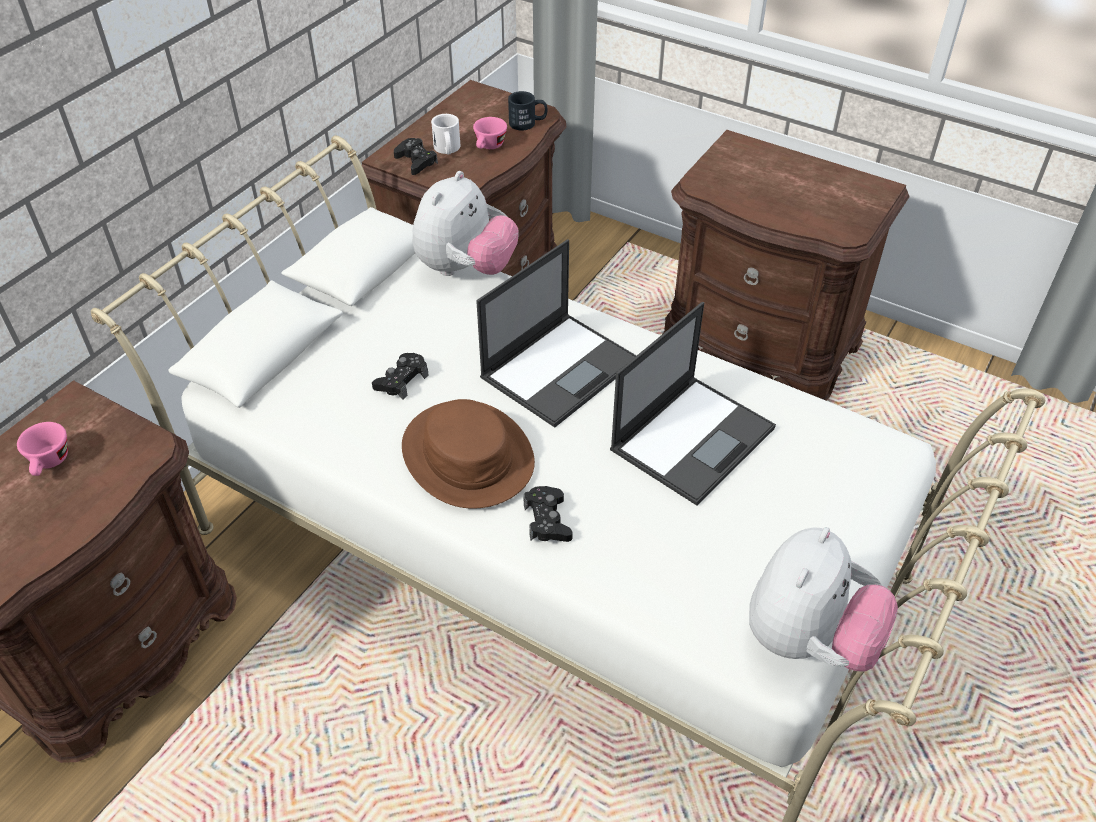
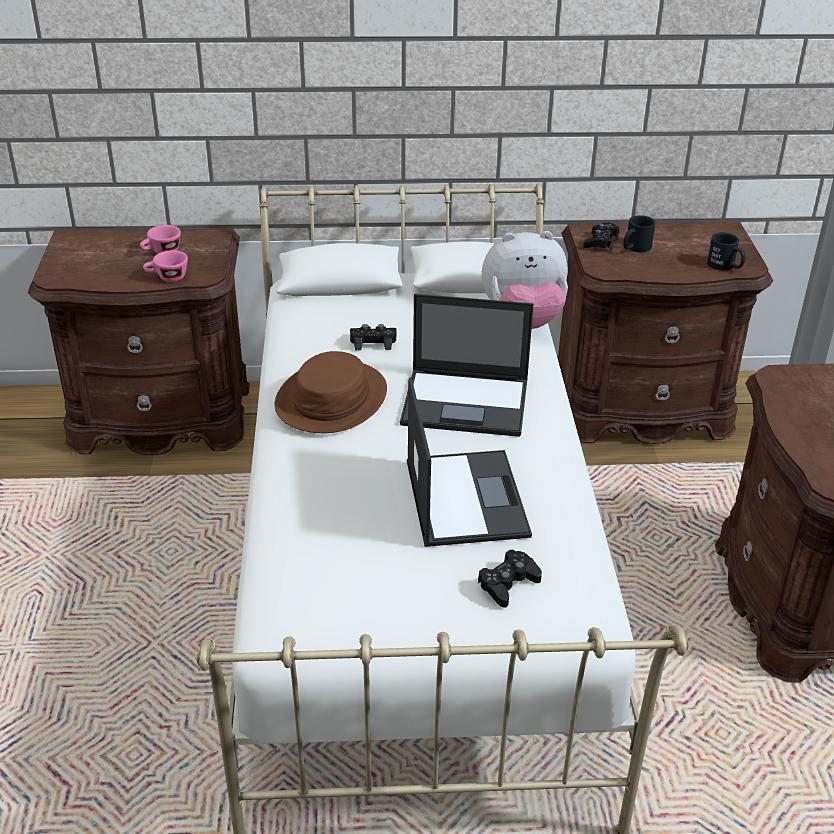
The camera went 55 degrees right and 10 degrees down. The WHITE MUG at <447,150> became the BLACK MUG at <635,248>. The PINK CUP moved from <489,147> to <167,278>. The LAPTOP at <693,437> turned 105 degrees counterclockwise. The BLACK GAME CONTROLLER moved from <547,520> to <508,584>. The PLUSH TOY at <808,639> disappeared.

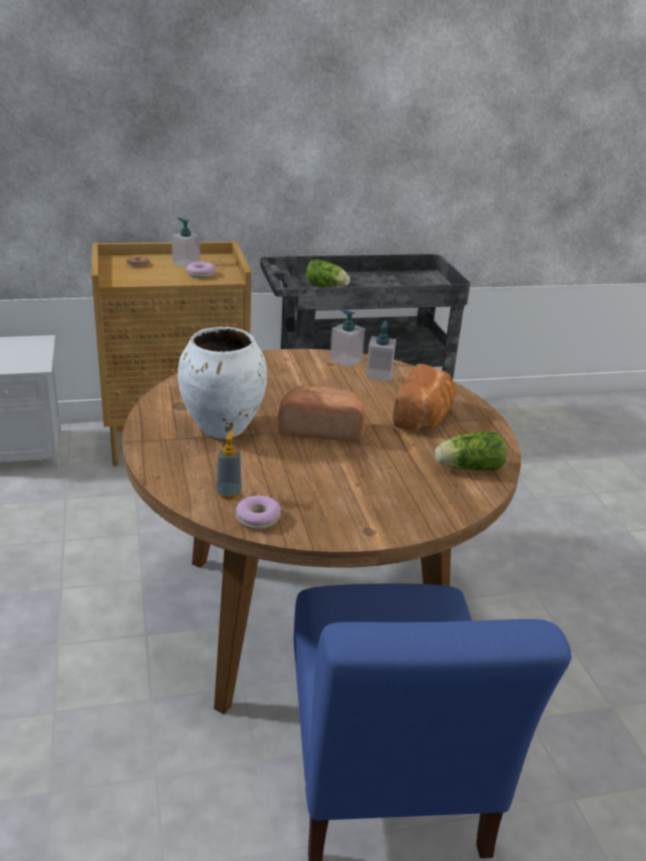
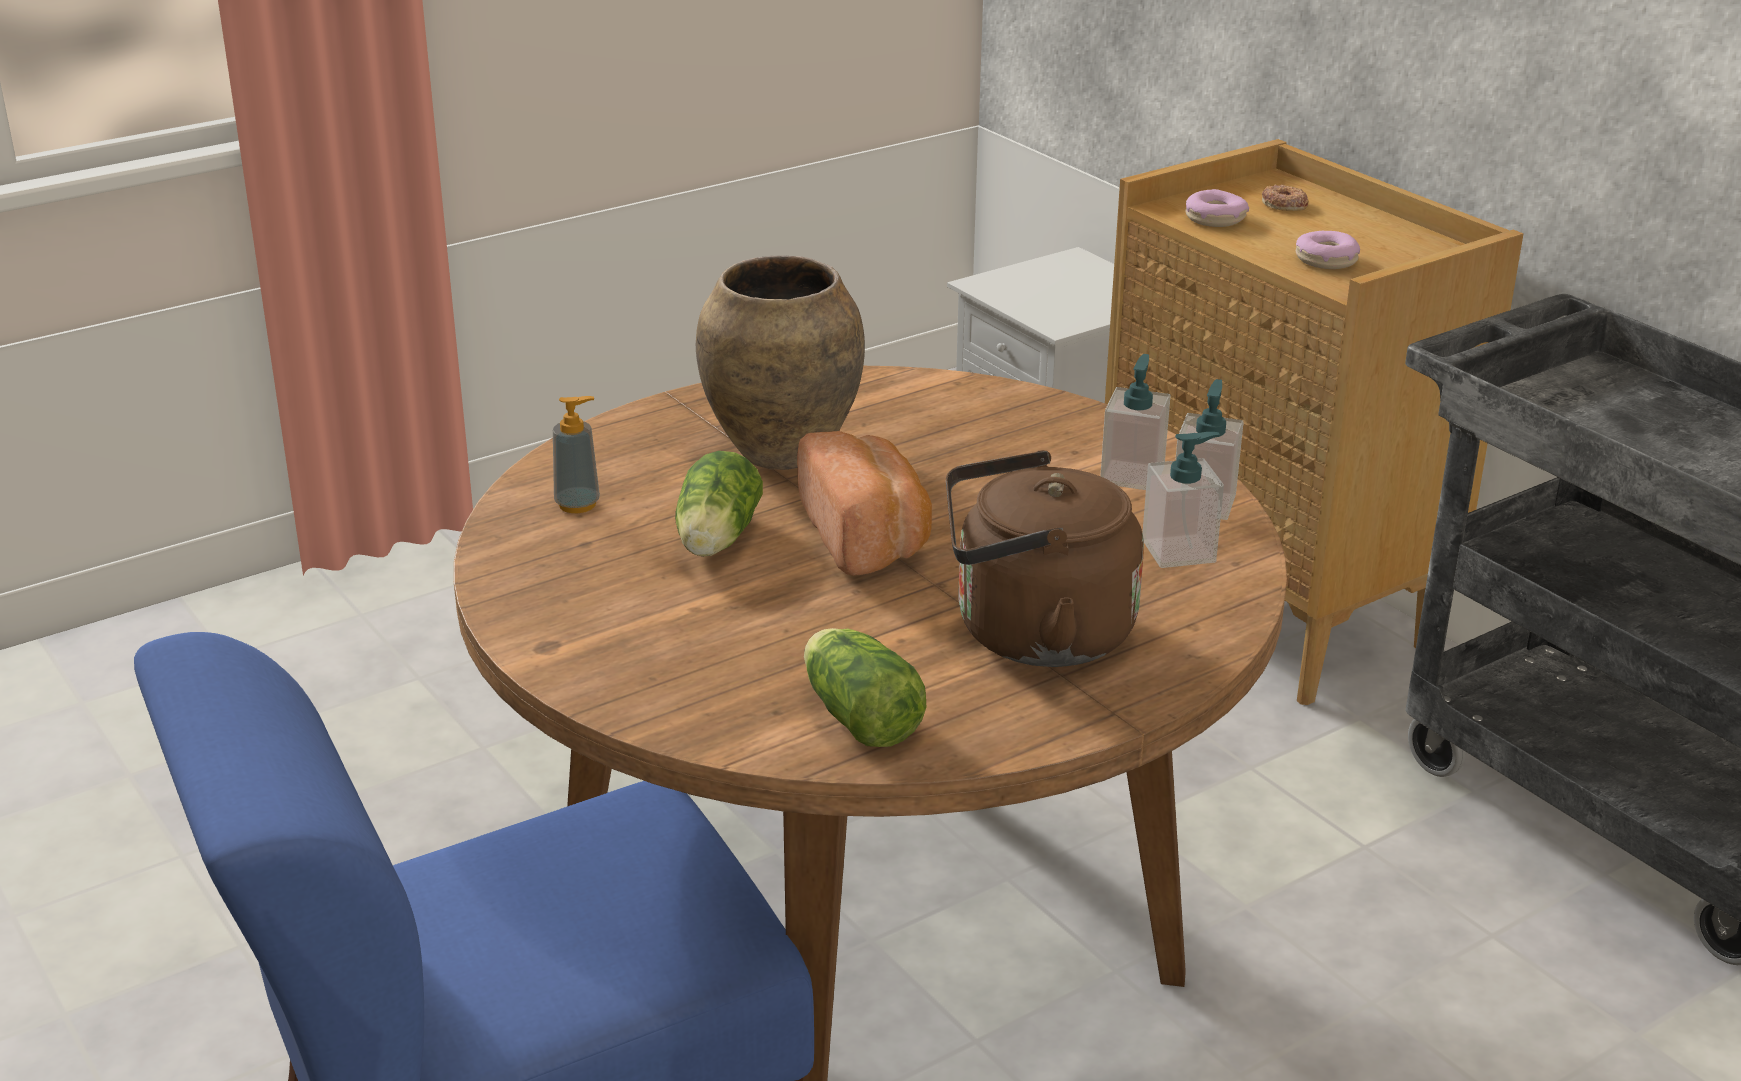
The camera went 70 degrees right and 0 degrees up. The SOAP DISPENSER moved from <186,263> to <1132,475>. The LETTUCE moved from <327,287> to <715,541>. The WHITE VASE at <223,429> became the BROWN VASE at <780,453>. The BREAD at <424,418> was replaced by the BROWN KETTLE at <1032,635>. The DONUT moved from <258,518> to <1215,219>.

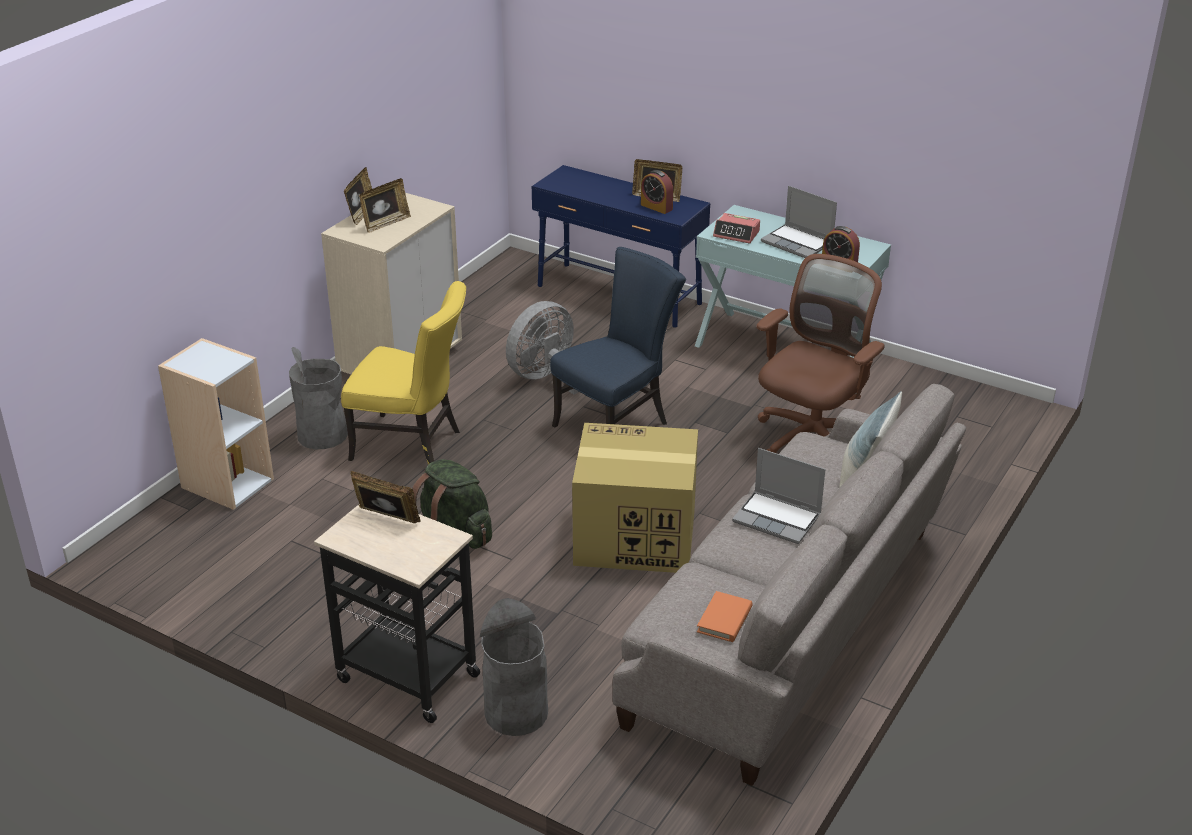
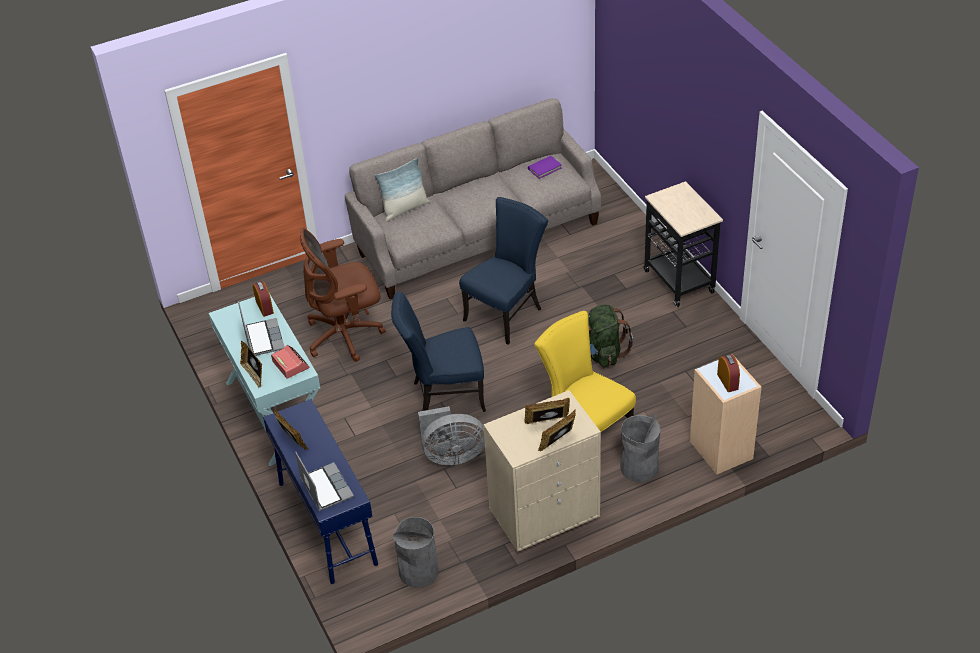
The camera went 145 degrees left and 10 degrees up. The ALARM CLOCK moved from <656,207> to <727,381>. The CARDBOARD BOX at <633,537> was replaced by the BLUE CHAIR at <507,312>. The LAPTOP moved from <778,518> to <325,488>. The PICTURE FRAME moved from <386,519> to <254,375>. The ORANGE BOOK at <724,620> became the PURPLE BOOK at <544,168>. The GREY TRASH CAN moved from <516,712> to <418,571>.

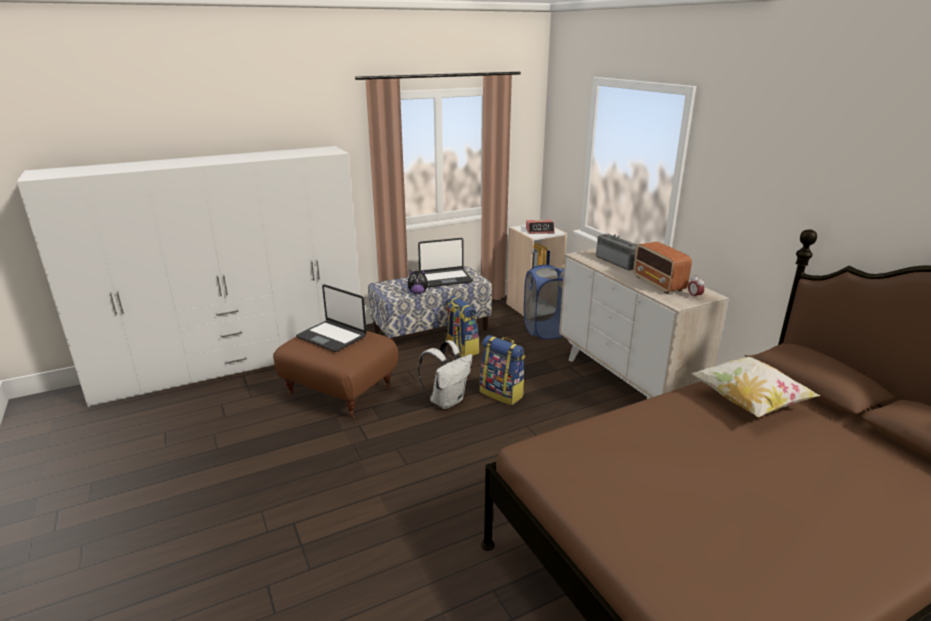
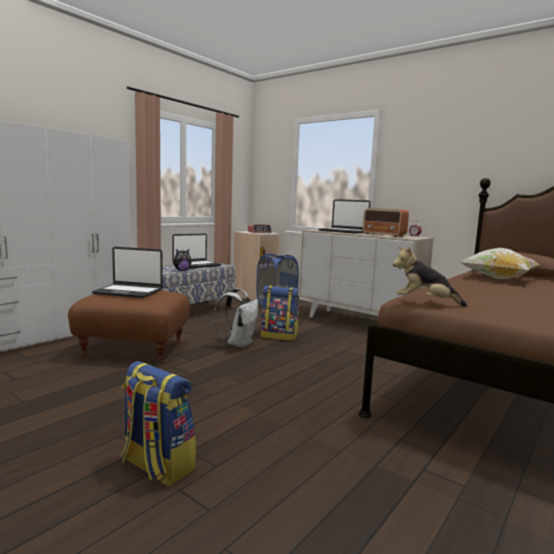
The camera went 25 degrees left and 15 degrees down. The RADIO at <619,262> was replaced by the LAPTOP at <343,231>. The BACKPACK moved from <461,349> to <156,466>. The PLUSH TOY at <425,303> appeared.

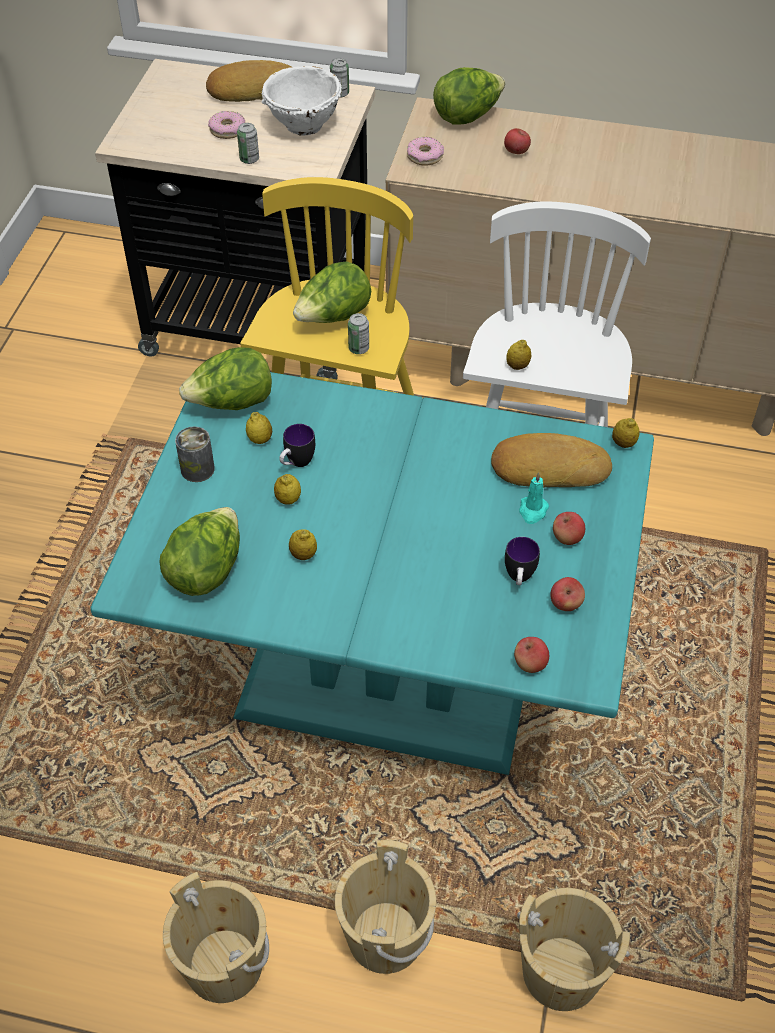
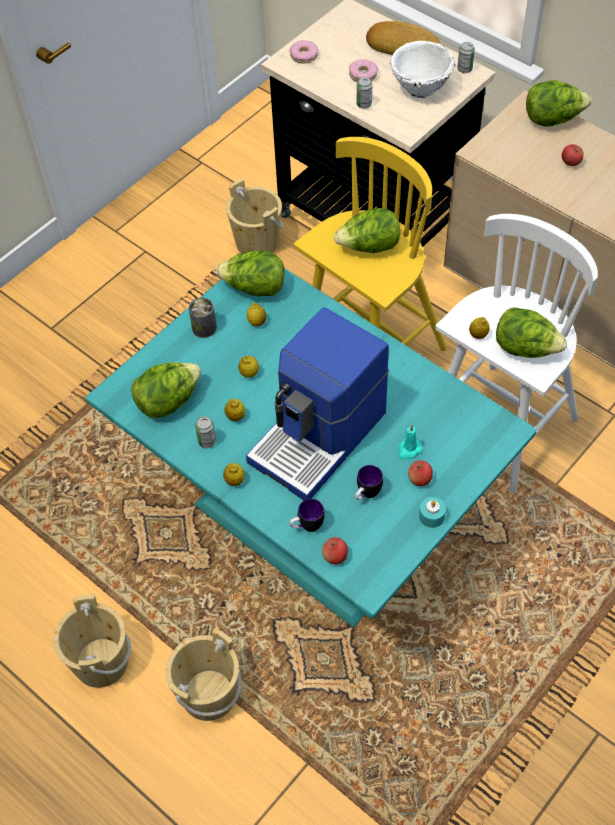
The camera went 30 degrees right and 5 degrees up. The DONUT moved from <425,156> to <304,56>. The CAN moved from <358,348> to <207,441>. The LEMON moved from <623,443> to <234,480>. The MUG moved from <296,463> to <307,526>. The BREAD at <549,467> disappeared. The APPLE at <565,604> disappeared. The BEIGE BUCKET moved from <561,972> to <257,242>. The COFFEE MACHINE at <320,437> appeared. The LETTUCE at <525,348> appeared. The TURQUOISE CANDLE at <431,516> appeared.

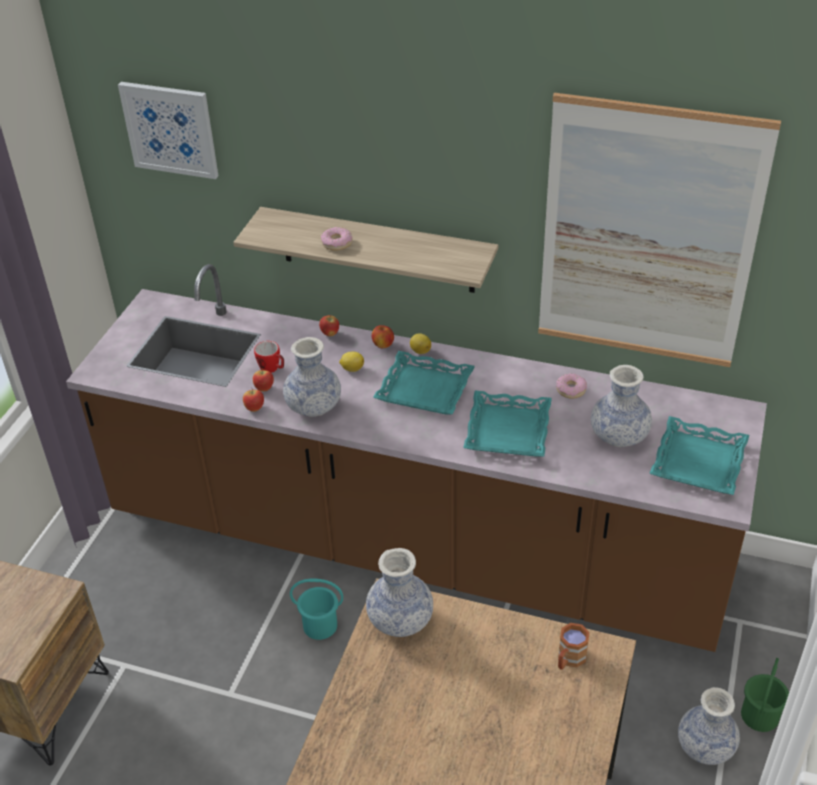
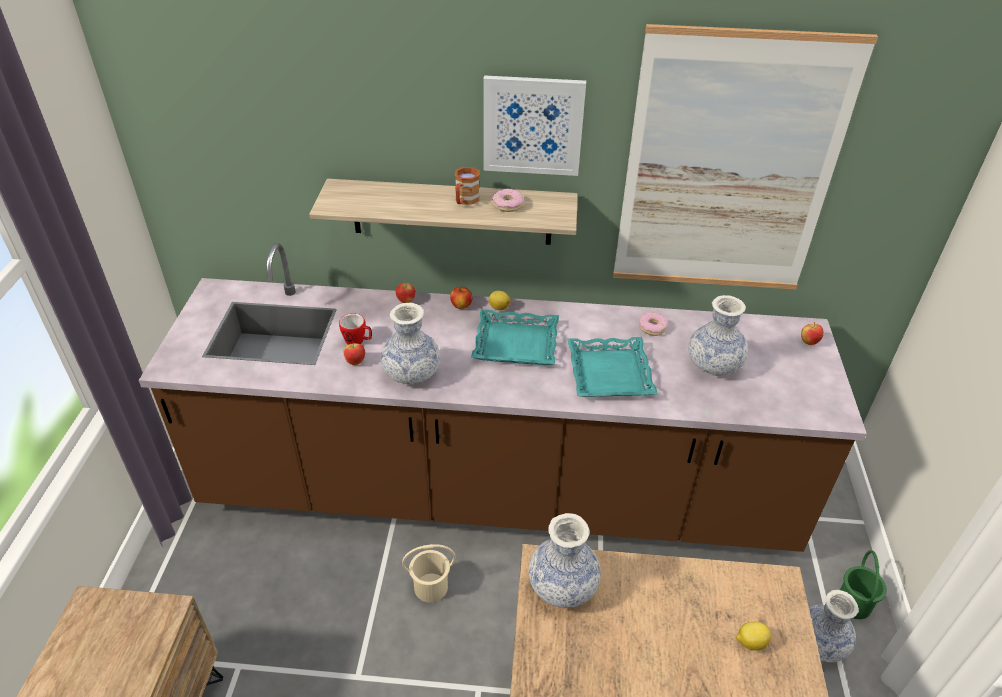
The camera went 15 degrees left and 0 degrees up. The PICTURE moved from <170,129> to <532,125>. The DONUT moved from <337,243> to <508,205>. The LEMON moved from <352,369> to <750,642>. The APPLE moved from <254,408> to <809,342>. The TURQUOISE TRAY at <699,462> disappeared. The TURQUOISE BUCKET at <320,625> became the BEIGE BUCKET at <430,587>. The BROWN MUG moved from <569,659> to <465,201>.

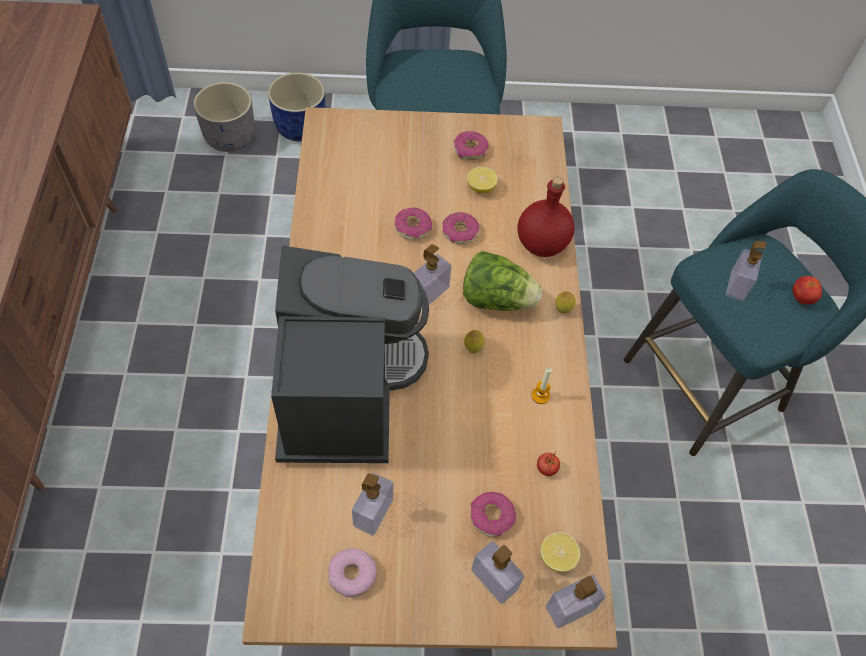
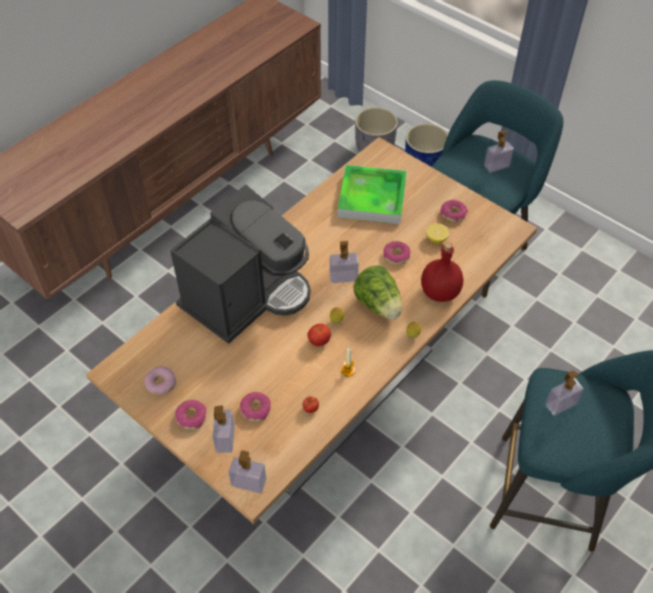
The camera went 45 degrees right and 5 degrees down. The DONUT moved from <412,227> to <192,417>. The TOMATO moved from <801,298> to <319,341>. The SOAP DISPENSER moved from <373,512> to <496,166>. The LEMON at <557,557> disappeared. The TRAY at <372,198> appeared.

